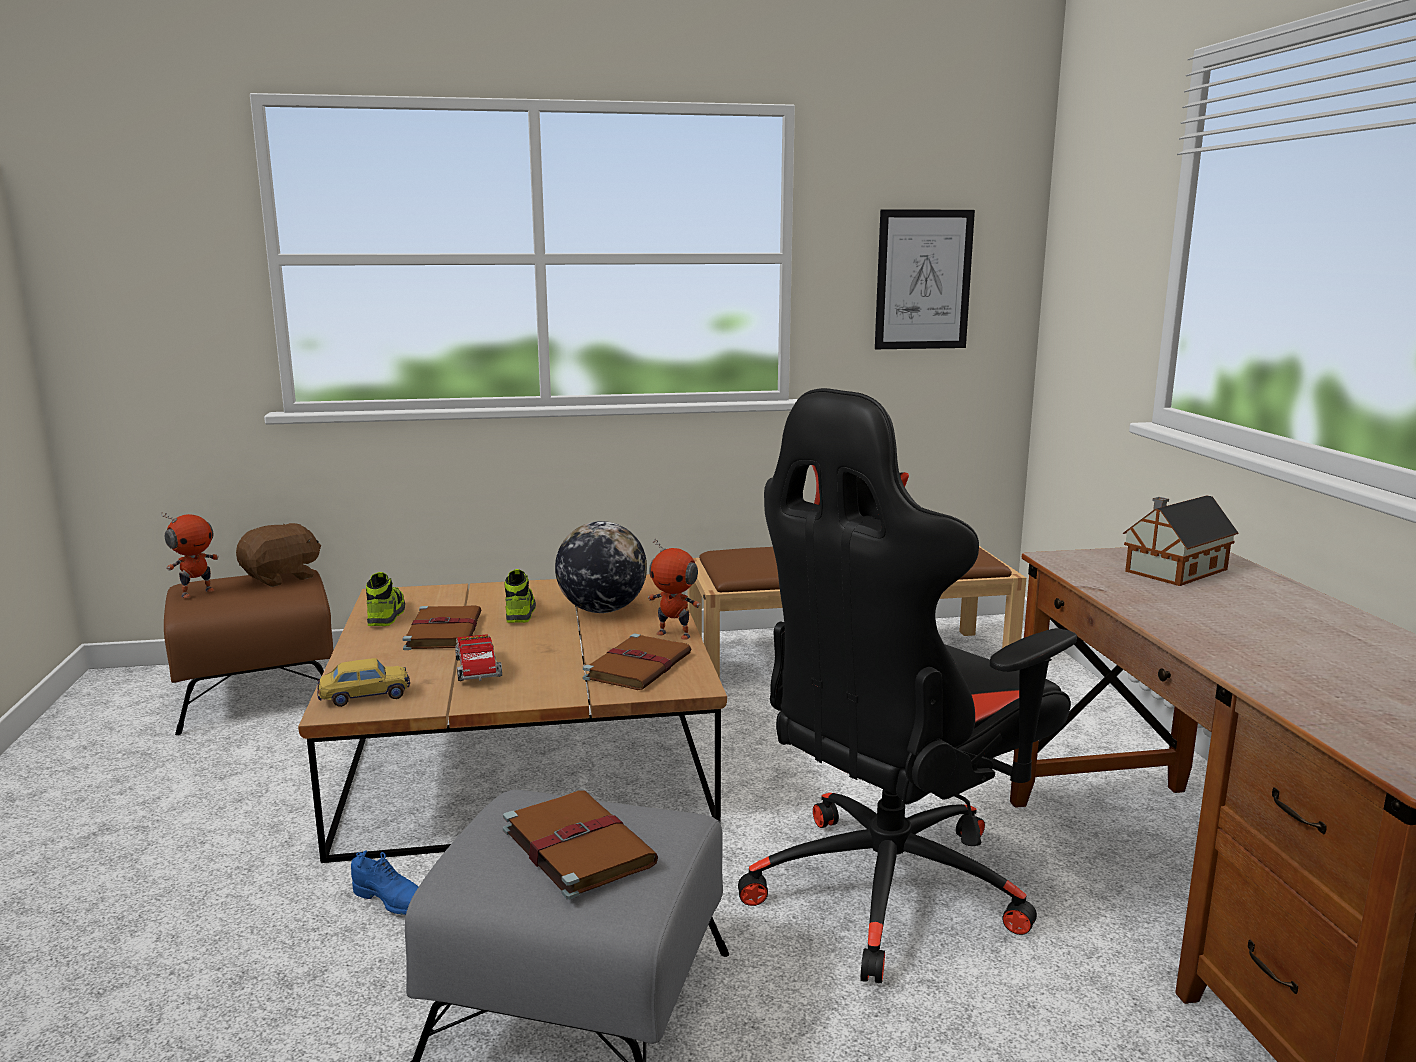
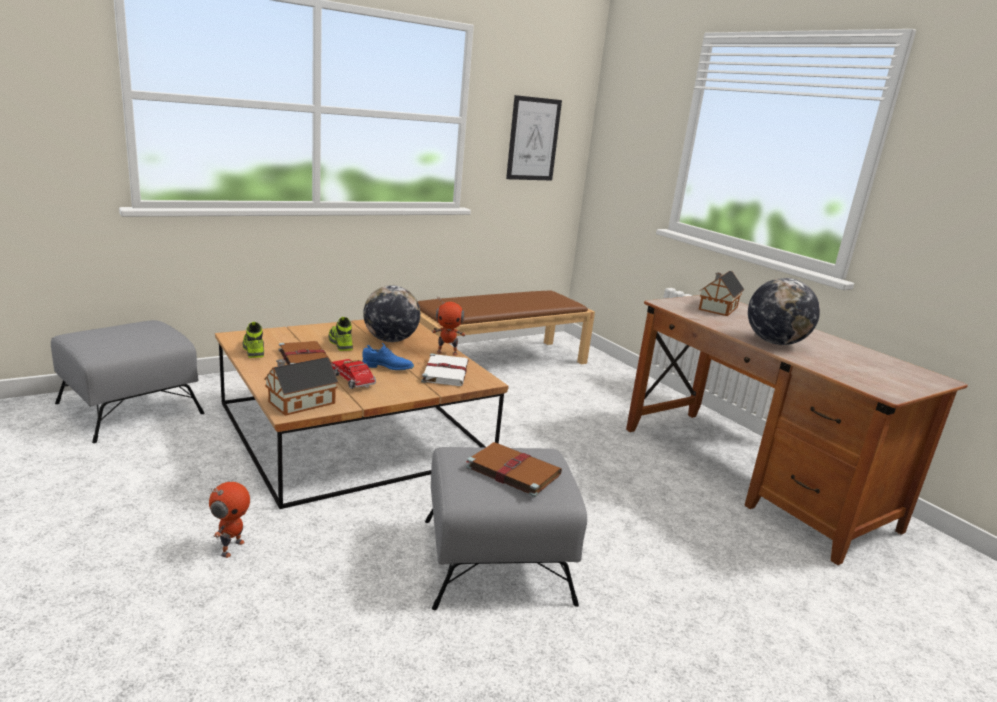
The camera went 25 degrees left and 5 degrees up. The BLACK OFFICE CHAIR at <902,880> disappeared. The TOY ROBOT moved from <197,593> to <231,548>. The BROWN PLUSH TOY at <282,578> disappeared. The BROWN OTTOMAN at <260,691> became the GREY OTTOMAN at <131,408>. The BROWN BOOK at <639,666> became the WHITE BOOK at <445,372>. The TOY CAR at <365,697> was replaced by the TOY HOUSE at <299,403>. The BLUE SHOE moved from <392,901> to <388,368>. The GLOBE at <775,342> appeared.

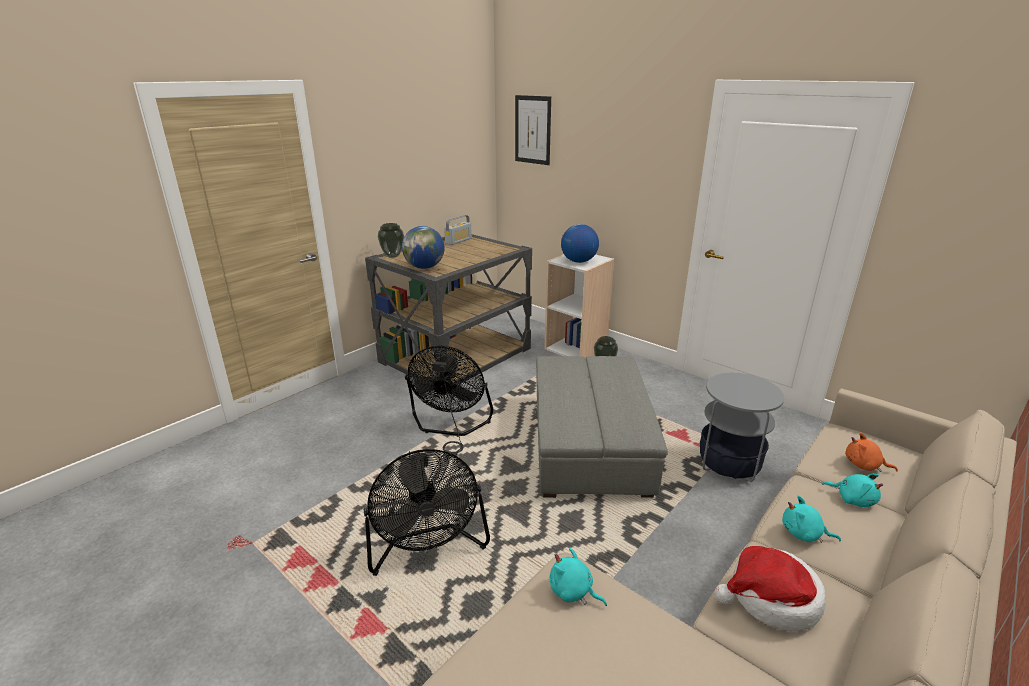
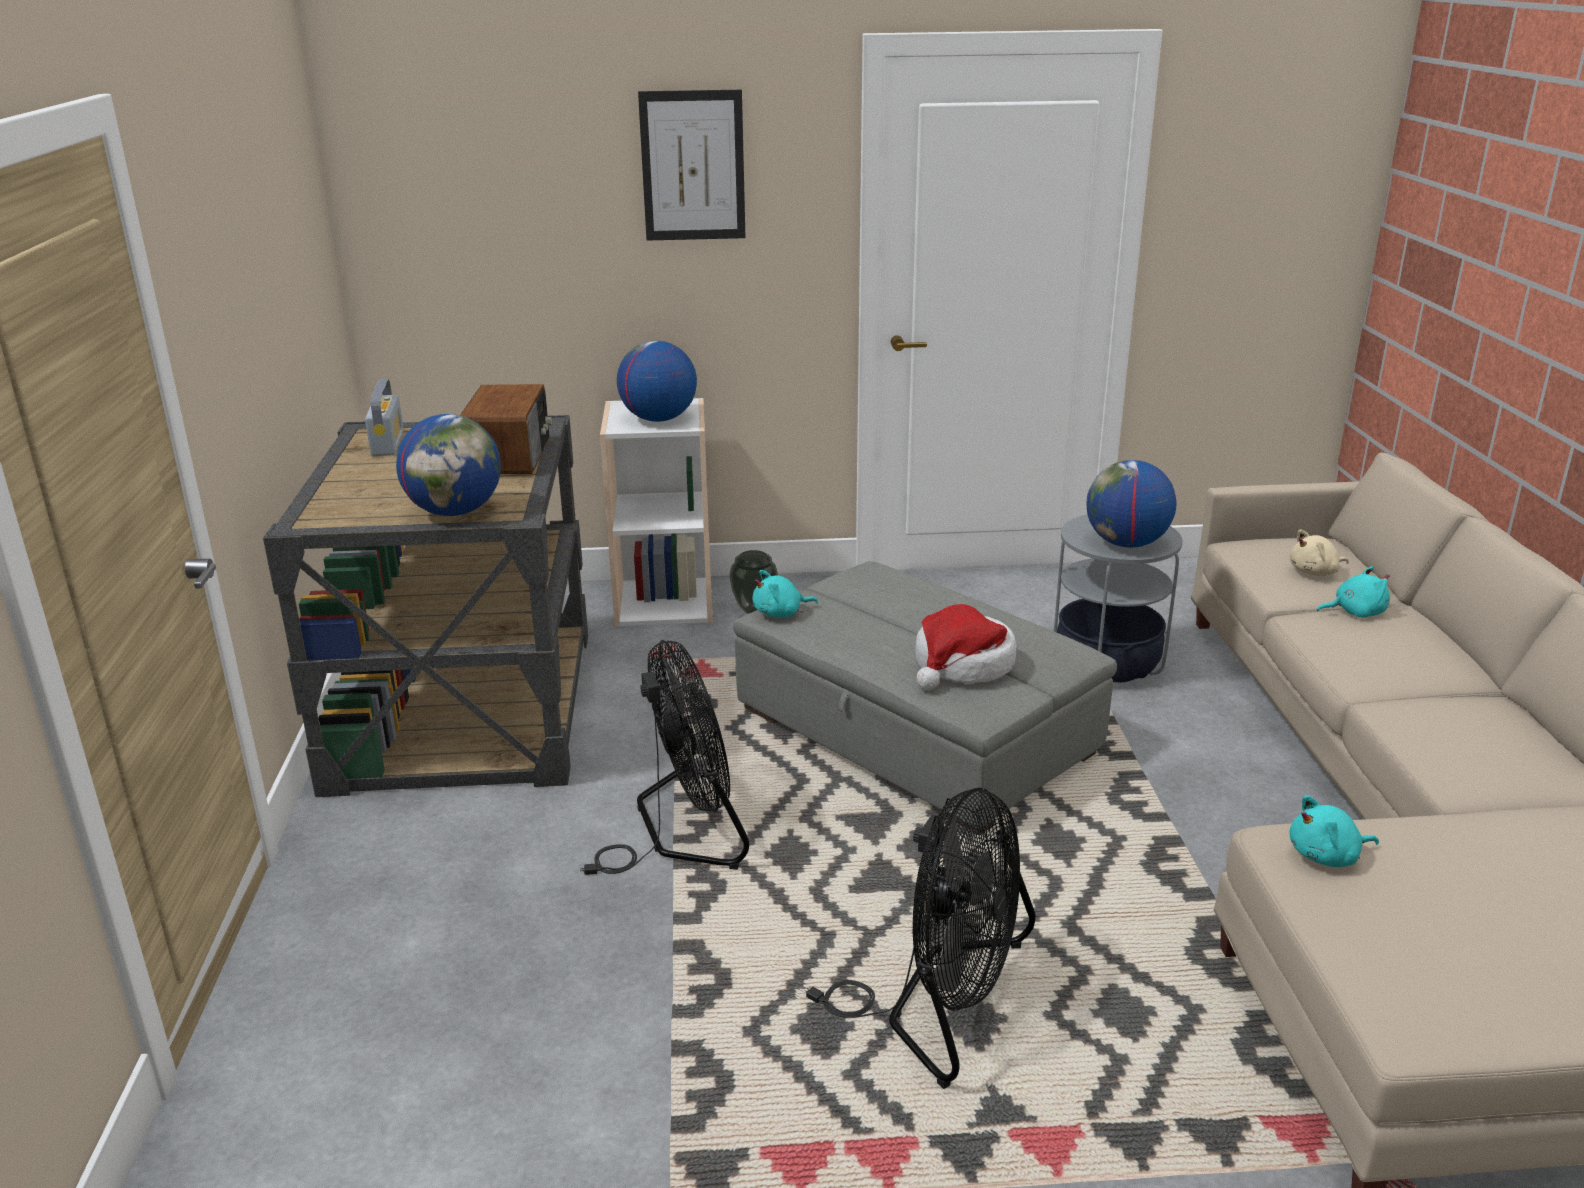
The camera went 45 degrees left and 0 degrees up. The PICTURE moved from <532,130> to <693,166>. The VASE at <393,256> disappeared. The BLACK FAN at <449,428> turned 105 degrees clockwise. The ORANGE PLUSH TOY at <864,465> became the BEIGE PLUSH TOY at <1315,572>. The TURQUOISE PLUSH TOY moved from <803,534> to <780,613>. The HAT moved from <771,598> to <962,665>. The RADIO at <511,456> appeared. The GLOBE at <1126,544> appeared.

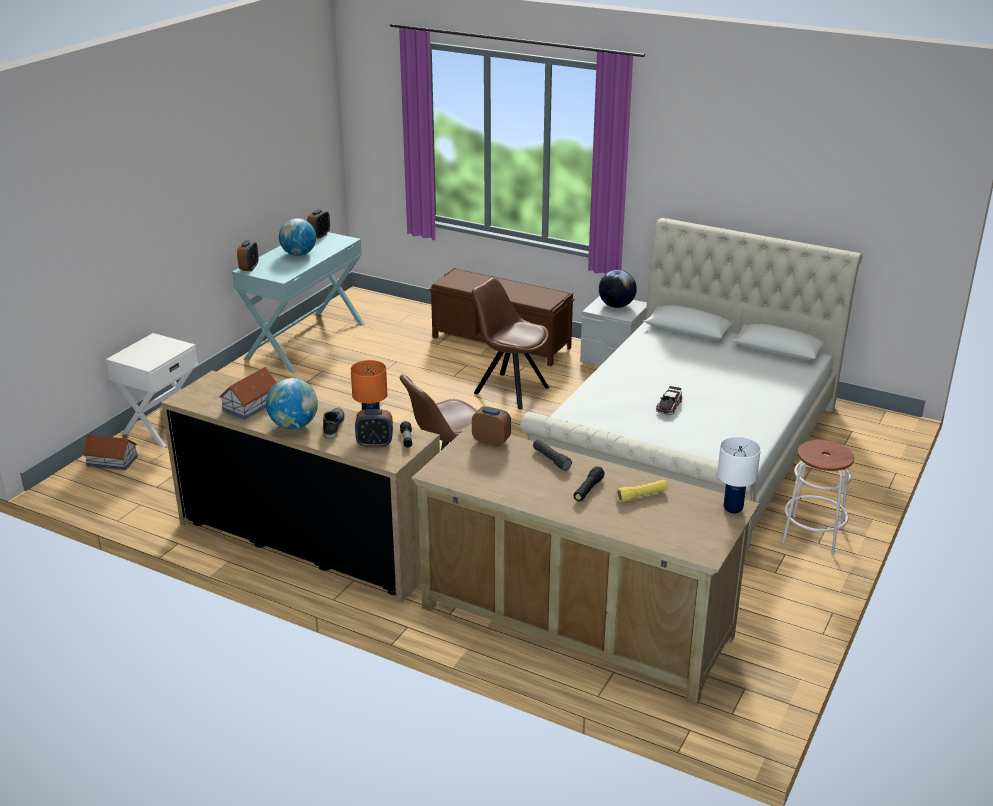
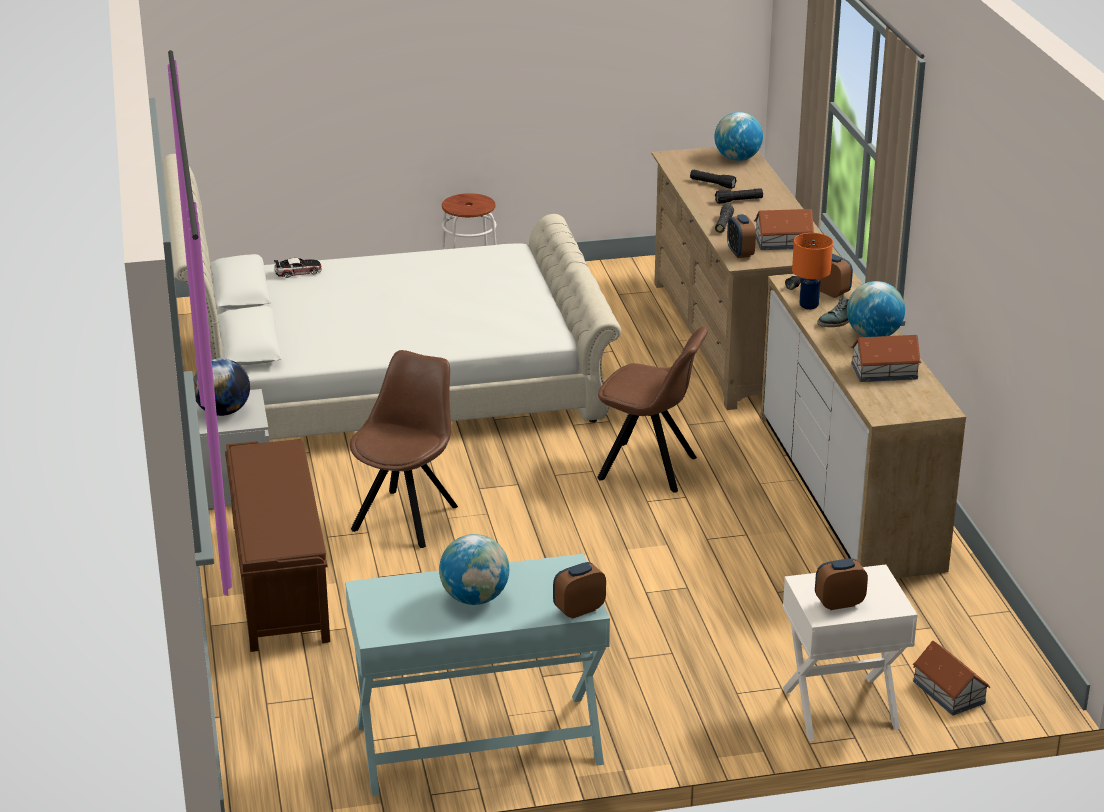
The camera went 130 degrees left and 0 degrees up. The ALARM CLOCK moved from <319,235> to <839,603>. The BROWN CHAIR at <510,390> turned 150 degrees counterclockwise. The TOY CAR moved from <669,405> to <298,272>. The WHITE TABLE LAMP at <732,509> disappeared. The YELLOW FLASHLIGHT at <641,496> became the BLACK FLASHLIGHT at <712,184>. The GLOBE at <737,159> appeared. The TOY HOUSE at <784,242> appeared.

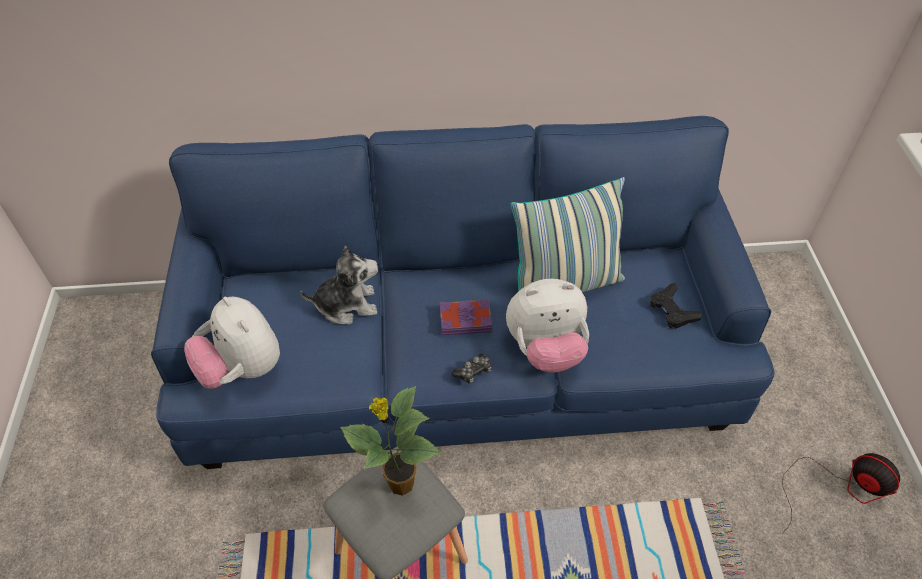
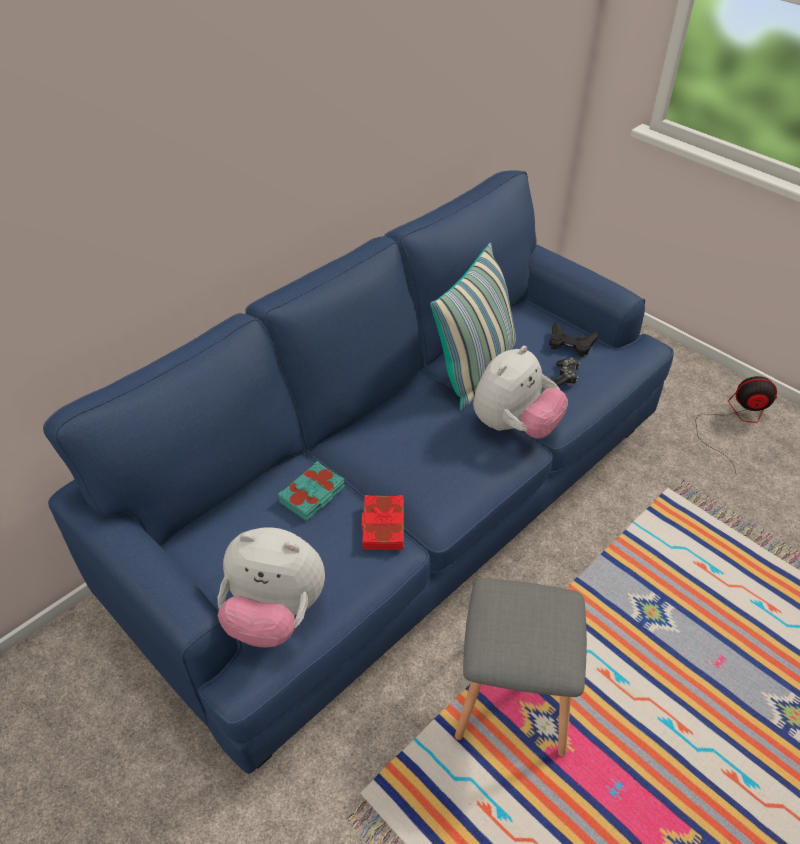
The camera went 40 degrees left and 5 degrees down. The PLUSH TOY at <347,305> was replaced by the TURQUOISE BOOK at <313,495>. The PURPLE BOOK at <465,320> disappeared. The GAME CONTROLLER moved from <473,372> to <565,376>. The POTTED PLANT at <399,484> disappeared. The RED BOOK at <382,526> appeared.

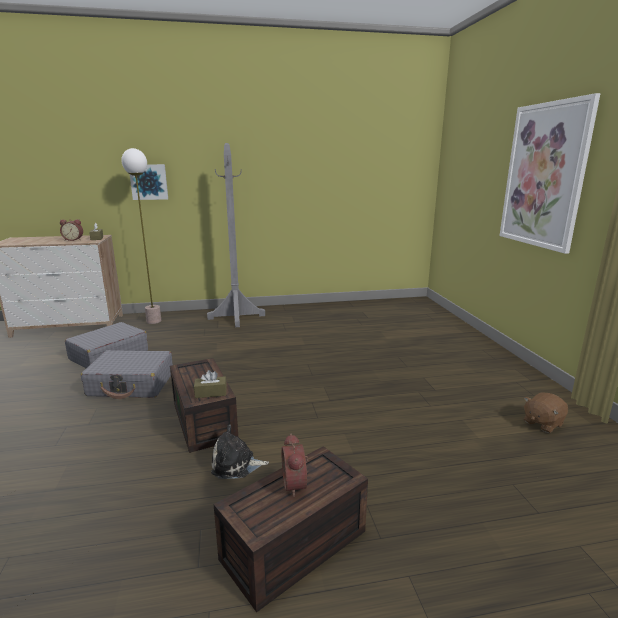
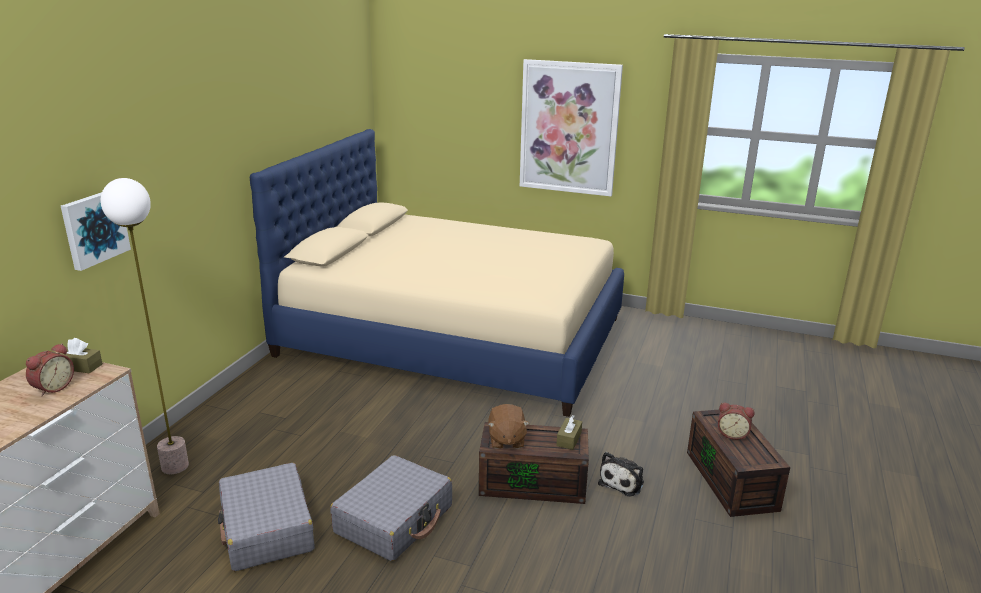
The camera went 60 degrees left and 5 degrees up. The GREY CLOTHES RACK at <236,317> disappeared. The BROWN PLUSH TOY moved from <542,423> to <506,440>. The BEIGE BED at <453,336> appeared.

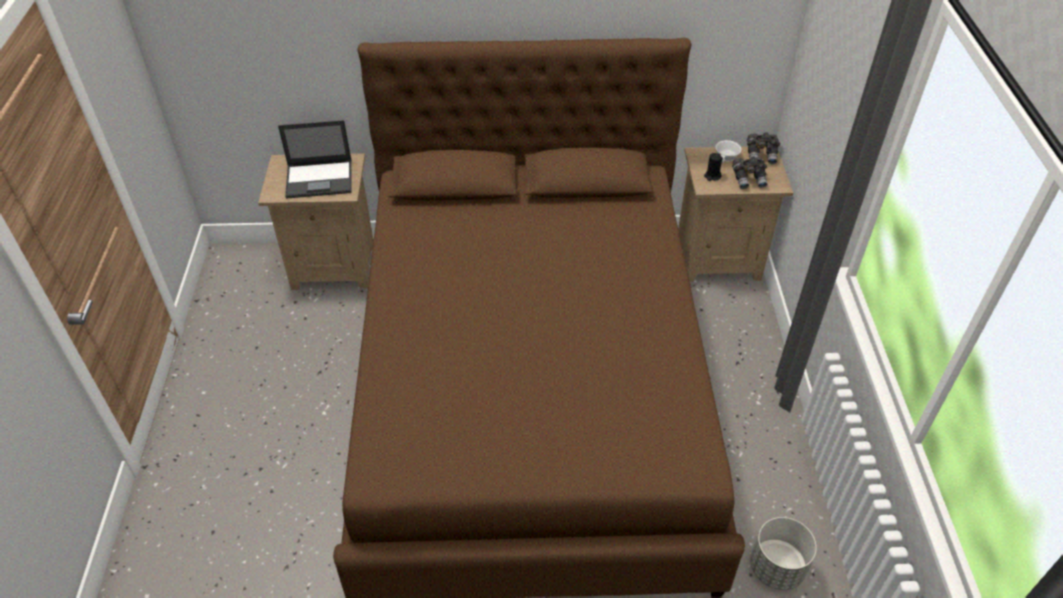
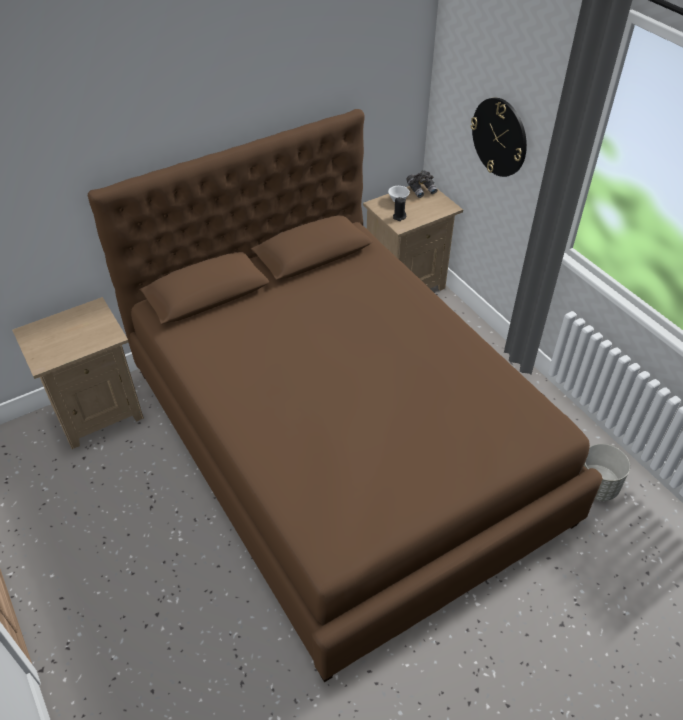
The camera went 30 degrees left and 0 degrees up. The LAPTOP at <320,179> disappeared. The GREY BINOCULARS at <749,179> disappeared. The WALL CLOCK at <499,137> appeared.

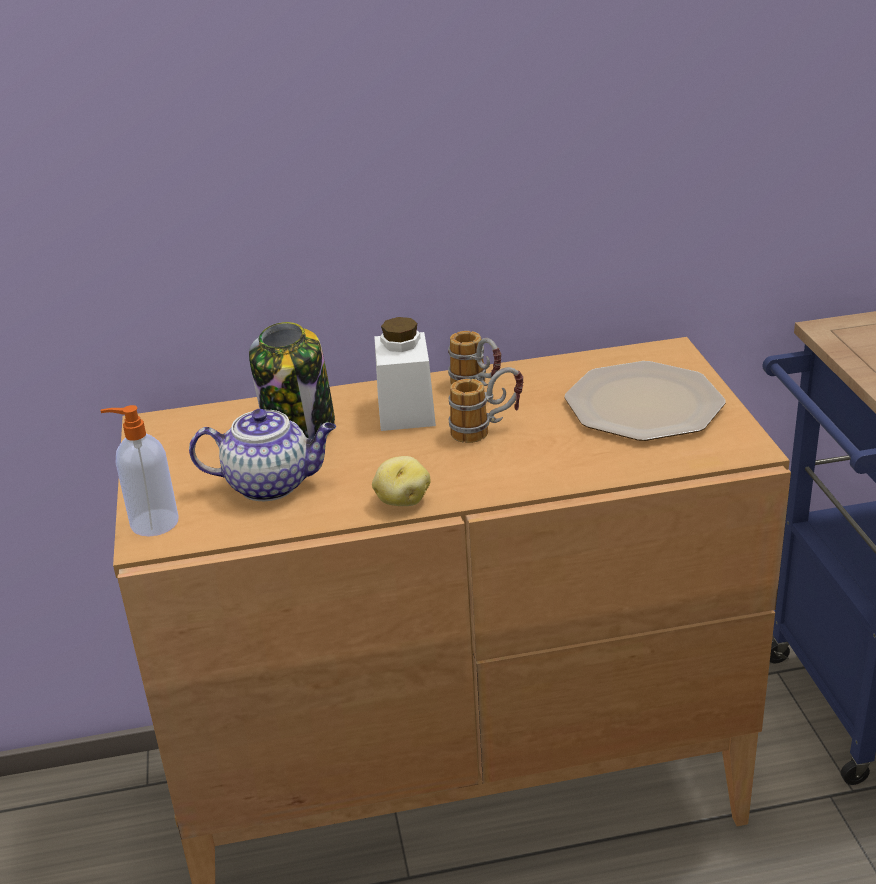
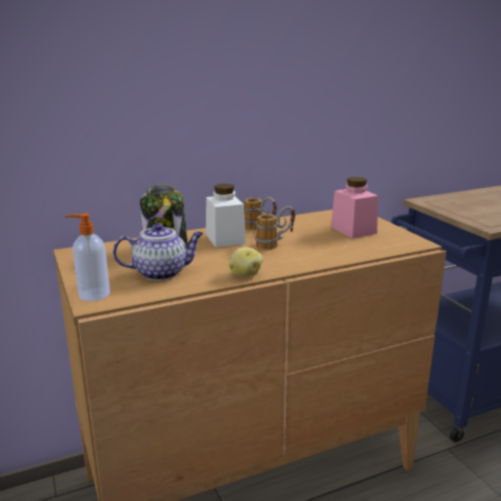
The camera went 15 degrees left and 10 degrees down. The PLATE at <645,404> was replaced by the PINK JAR at <353,230>.

